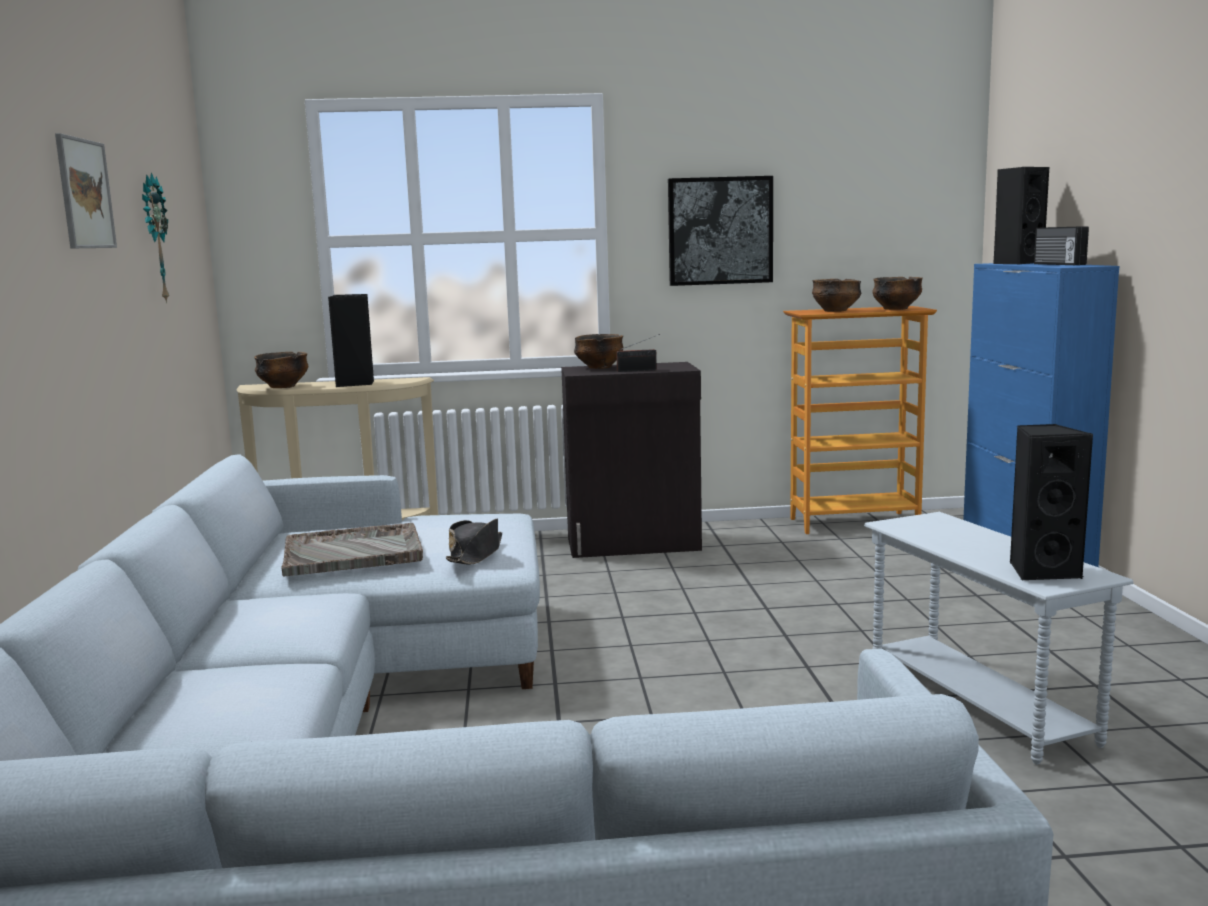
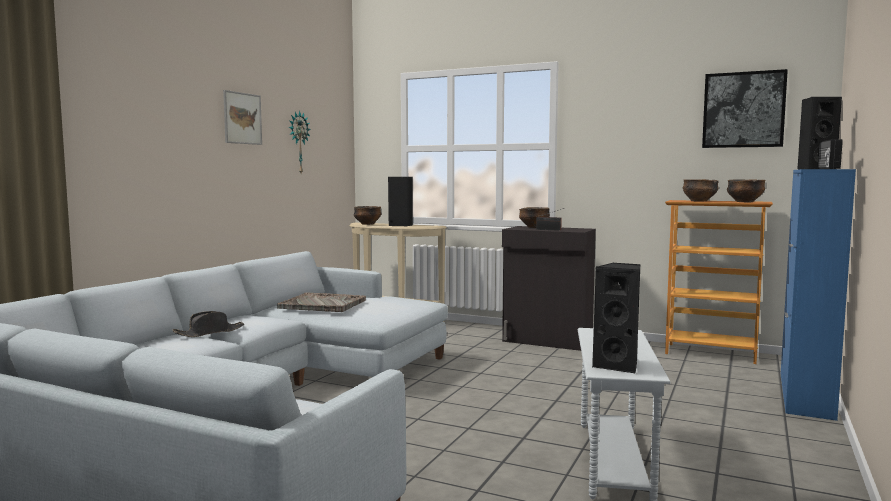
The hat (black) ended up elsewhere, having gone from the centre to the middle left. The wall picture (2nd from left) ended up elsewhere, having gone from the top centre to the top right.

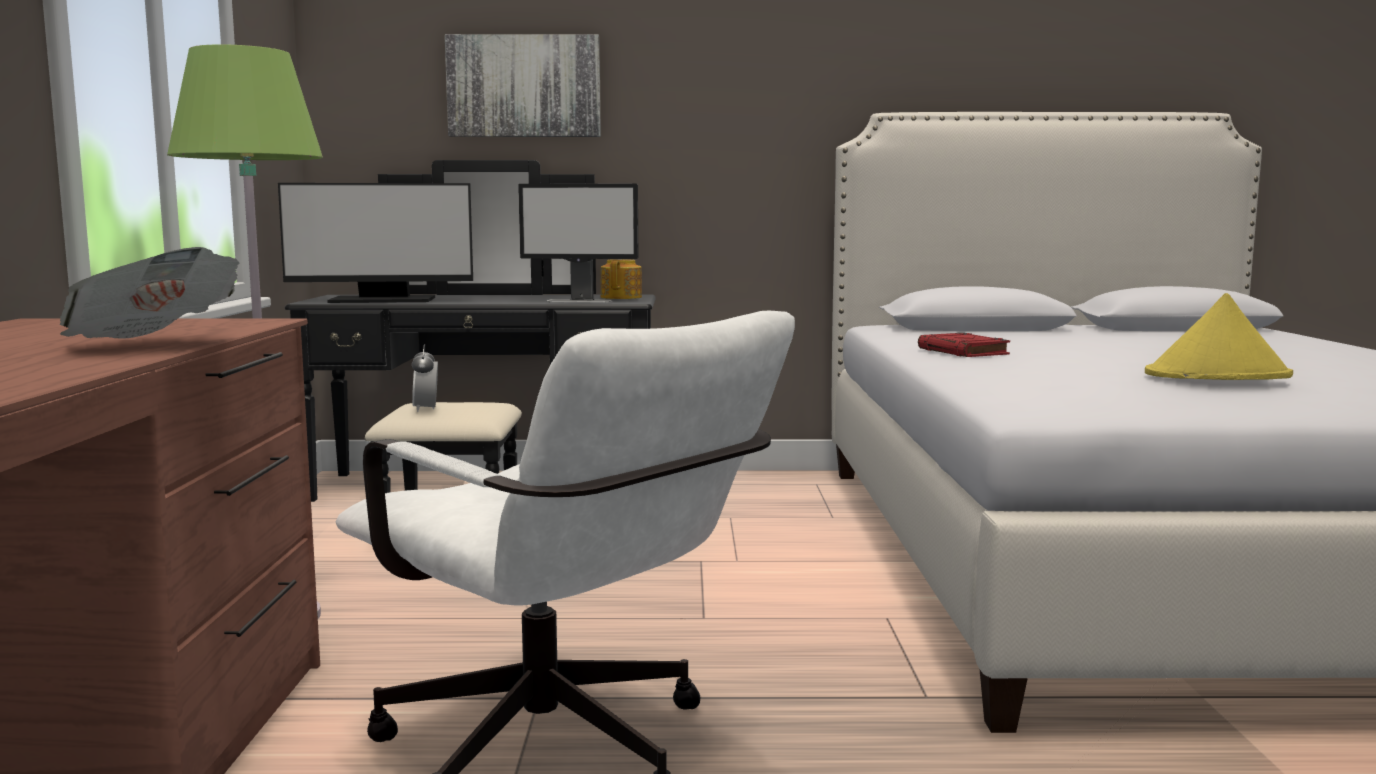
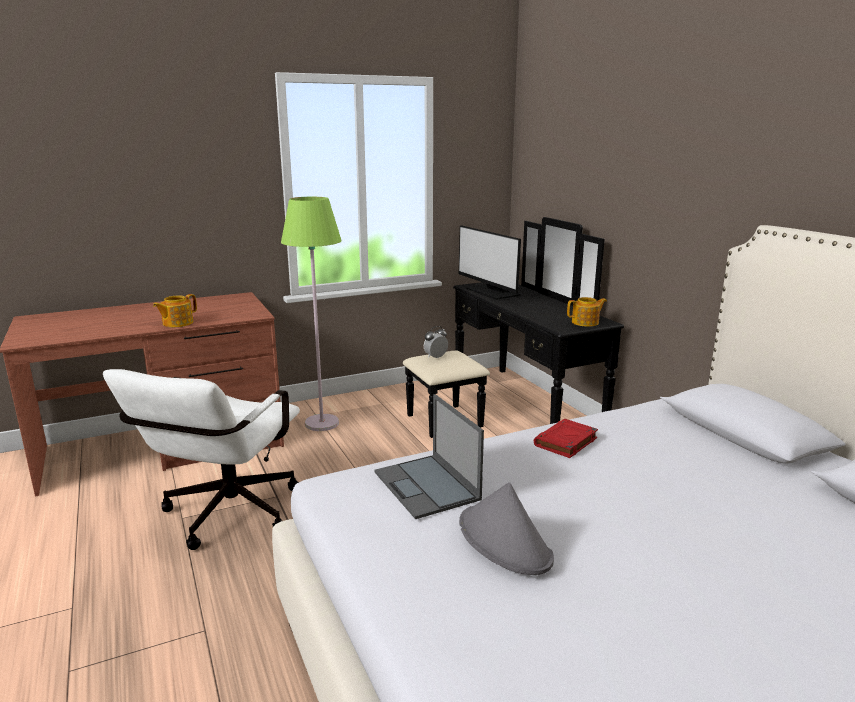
Where the newspaper stood at the middle left, the tea pot (1st from left) came to stand at the middle left. The second view gained the laptop at the centre. What was the hat (yellow-coloured) at the middle right turned into the hat (greyish) at the bottom centre. The second view lost the wall picture at the top centre. The second view lost the computer screen (2nd from left) at the top centre.

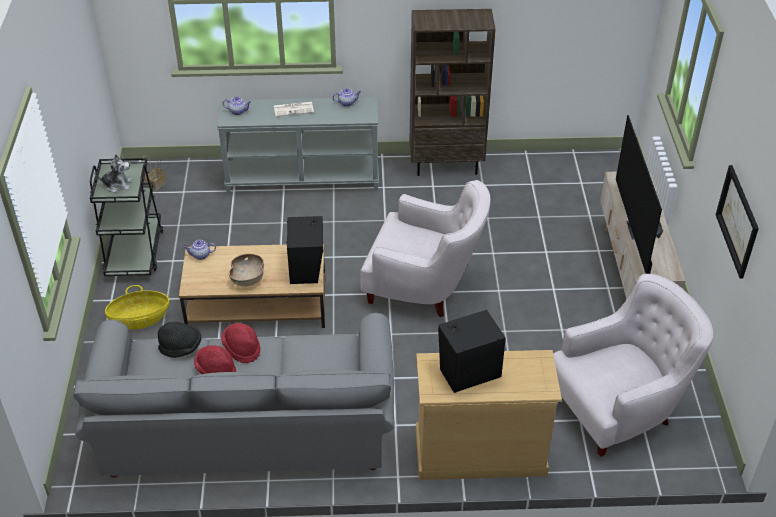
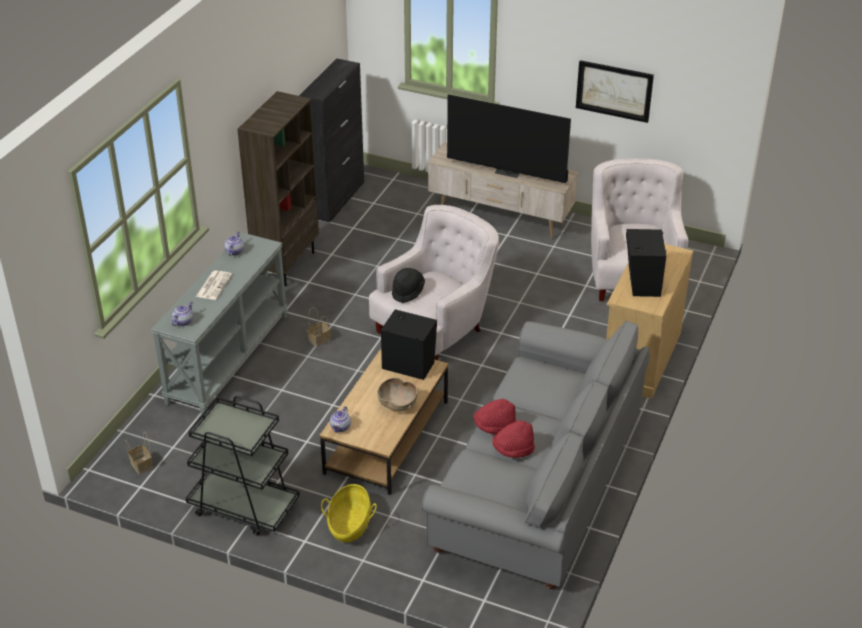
The second view gained the cupboard (black) at the top centre. The second view gained the household basket (2nd from left) at the centre. The hat (black) ended up elsewhere, having gone from the middle left to the centre. The second view lost the soft toy at the middle left.

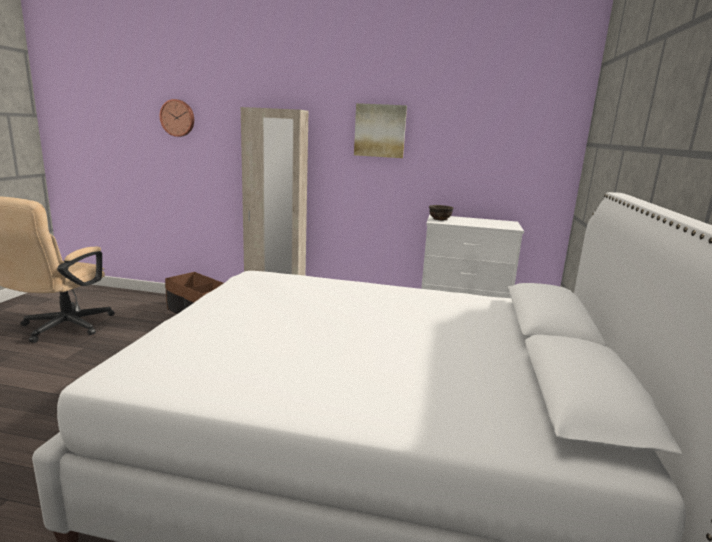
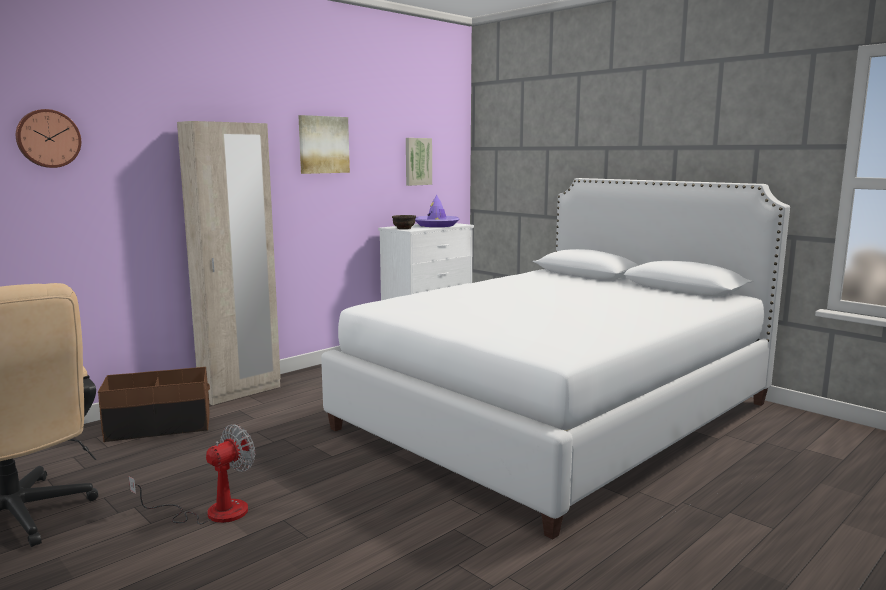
The second view gained the fan at the bottom left. The second view gained the wall picture (2nd from left) at the top centre. The second view gained the hat (purple-coloured) at the centre.

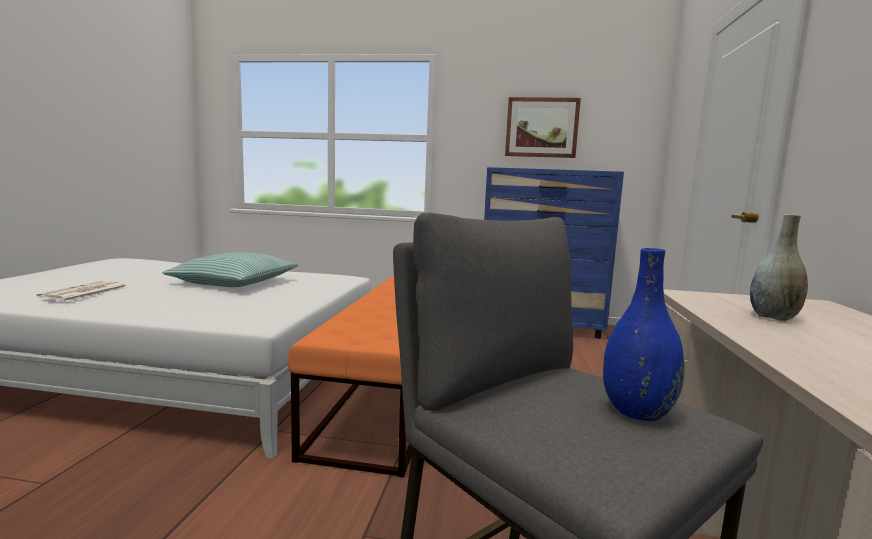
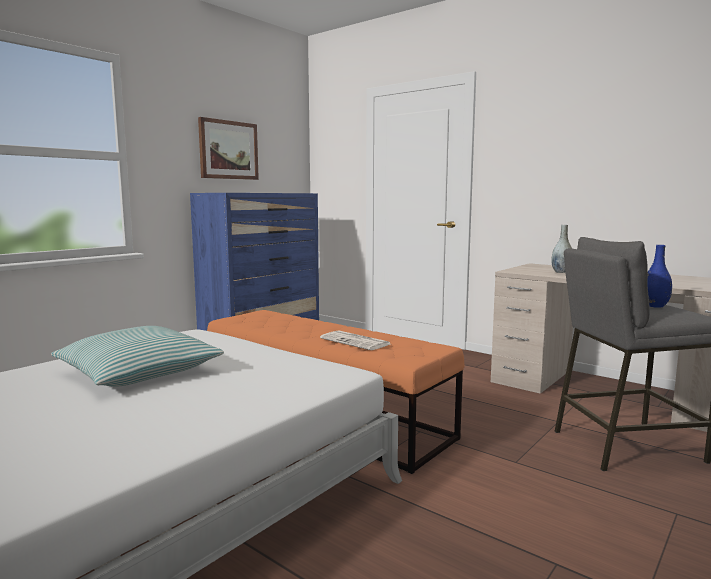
The newspaper ended up elsewhere, having gone from the middle left to the centre.

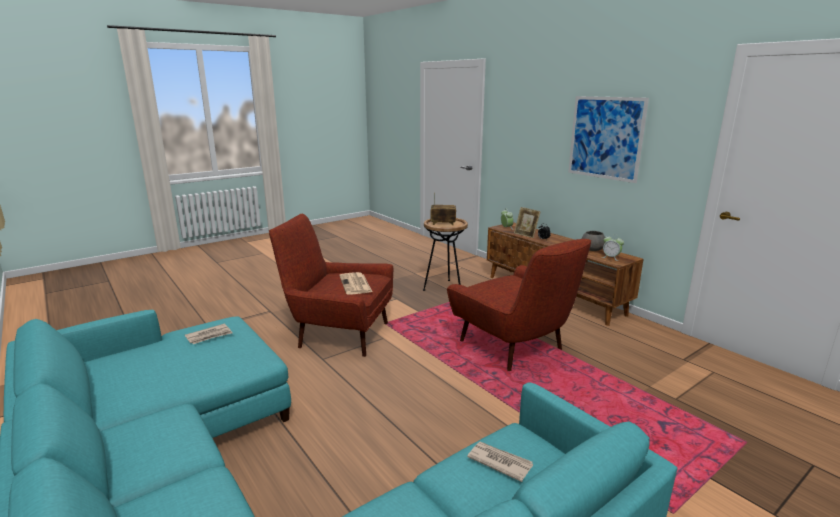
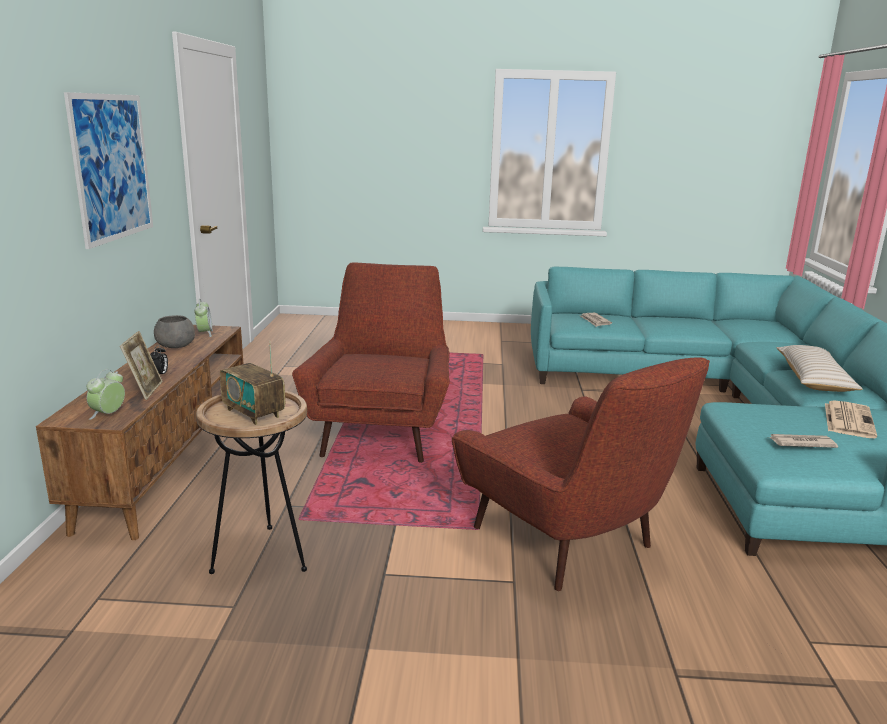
The second view gained the throw pillow (beige) at the middle right. The newspaper (2nd from left in the first image) ended up elsewhere, having gone from the centre to the middle right.

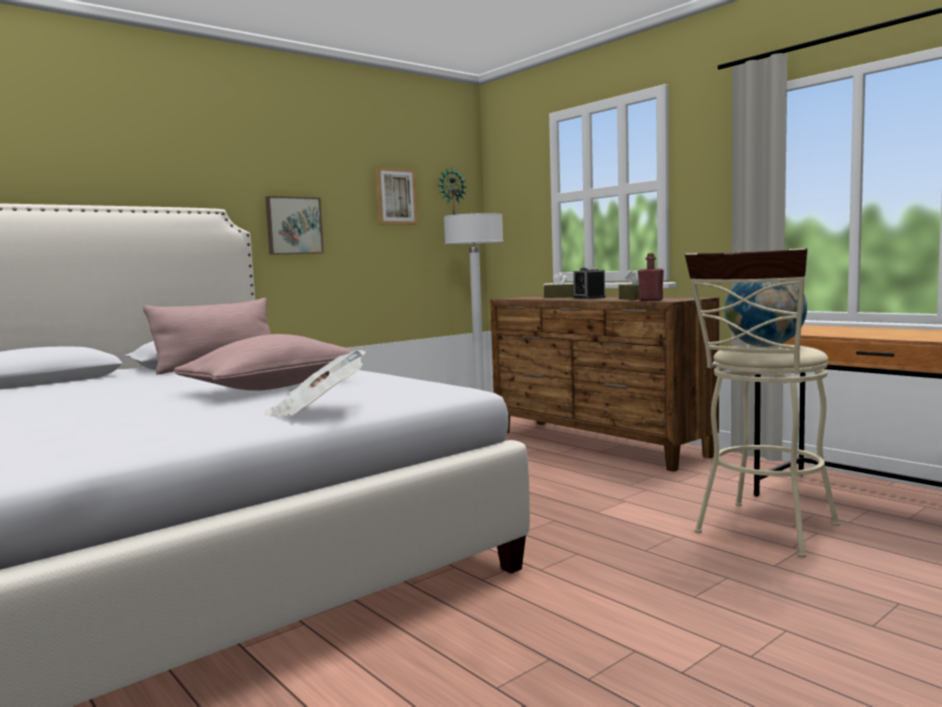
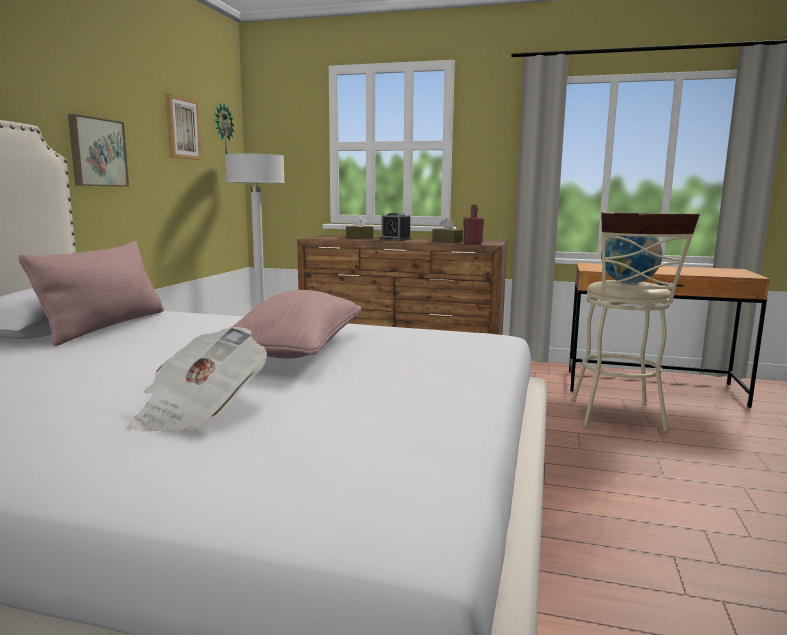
The newspaper ended up elsewhere, having gone from the centre to the middle left.

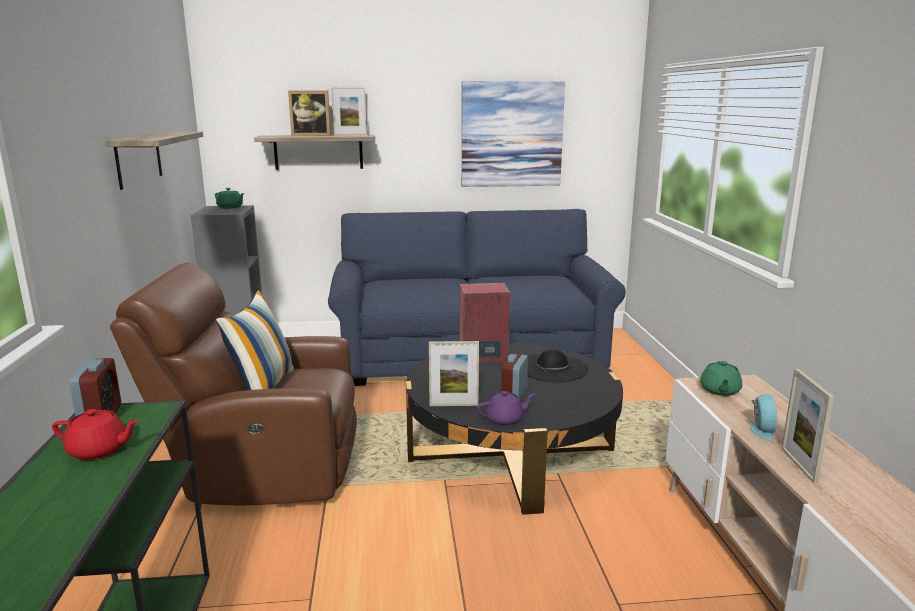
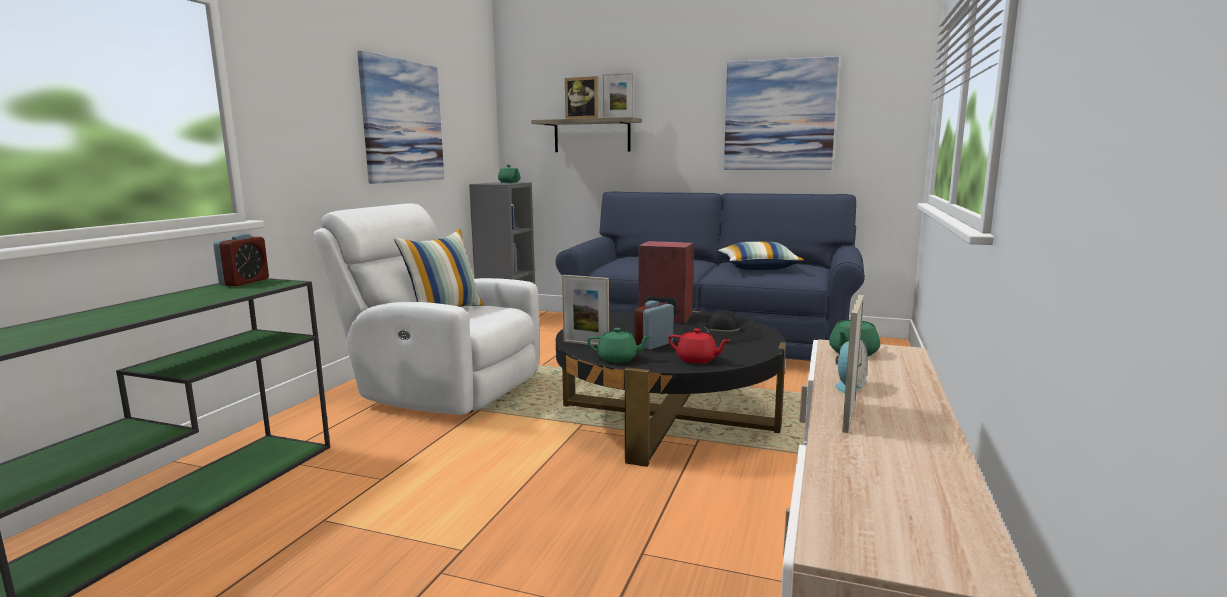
What was the armchair (brown-coloured) at the middle left turned into the armchair (white) at the centre. Where the wall shelf (1st from left) hung at the top left, the wall picture (1st from left) came to hang at the top left. What was the tea pot (purple-coloured) at the bottom centre turned into the tea pot (green) (2nd from left) at the centre. The tea pot (reddish) ended up elsewhere, having gone from the bottom left to the centre. The second view gained the throw pillow (2nd from left) at the centre.

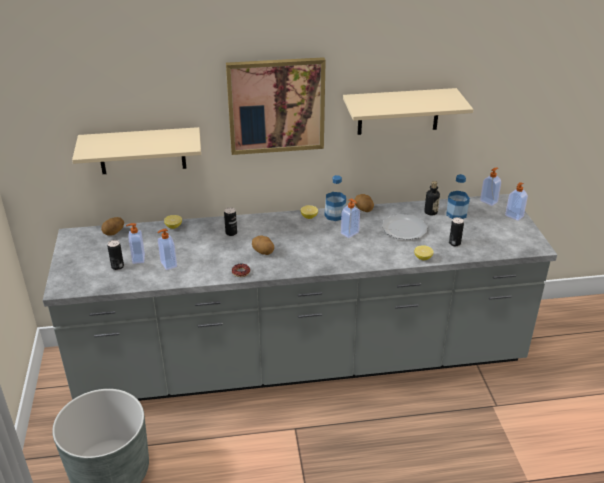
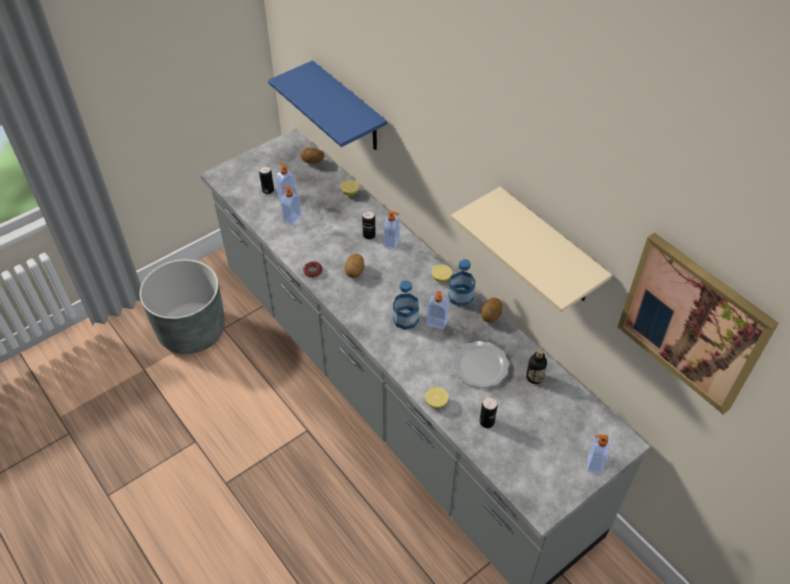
What was the wall shelf (beige) (1st from left) at the top left turned into the wall shelf (bluish) at the top centre. The liquid soap bottle (4th from left in the first image) ended up elsewhere, having gone from the middle right to the centre. The bottle (3rd from left in the first image) ended up elsewhere, having gone from the middle right to the centre. The wall picture ended up elsewhere, having gone from the top centre to the middle right.

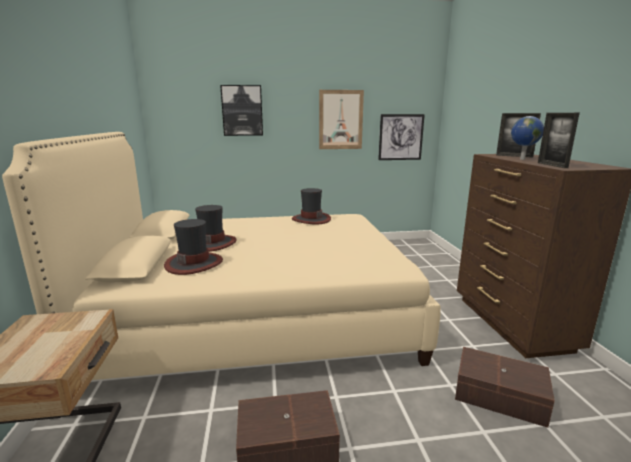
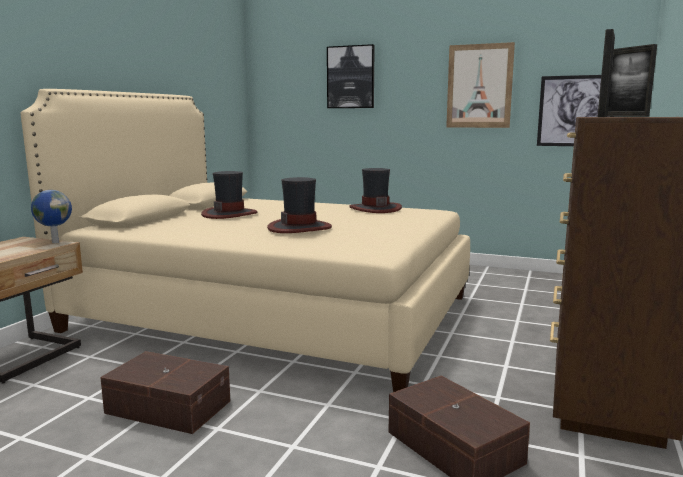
The desk globe ended up elsewhere, having gone from the top right to the middle left. The hat (1st from left in the first image) ended up elsewhere, having gone from the middle left to the centre.

